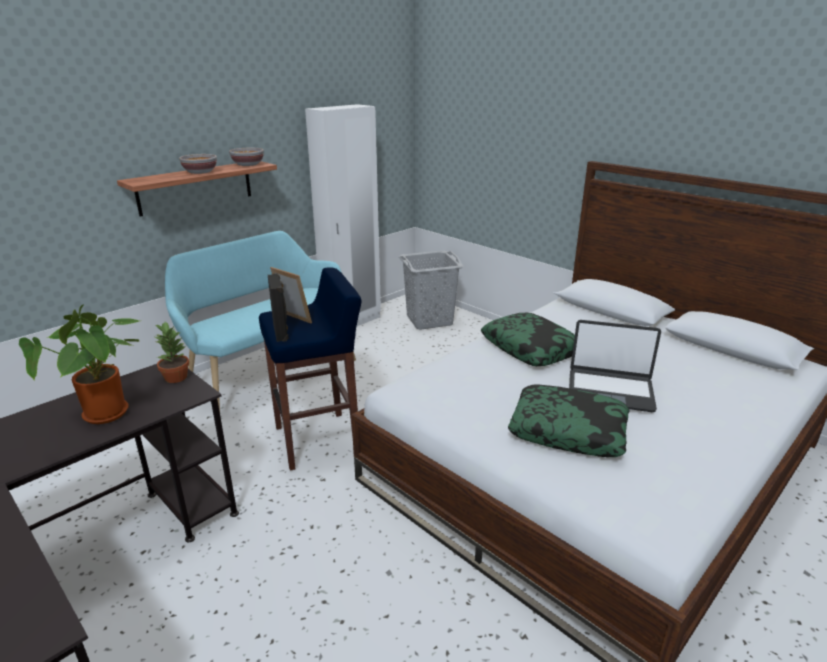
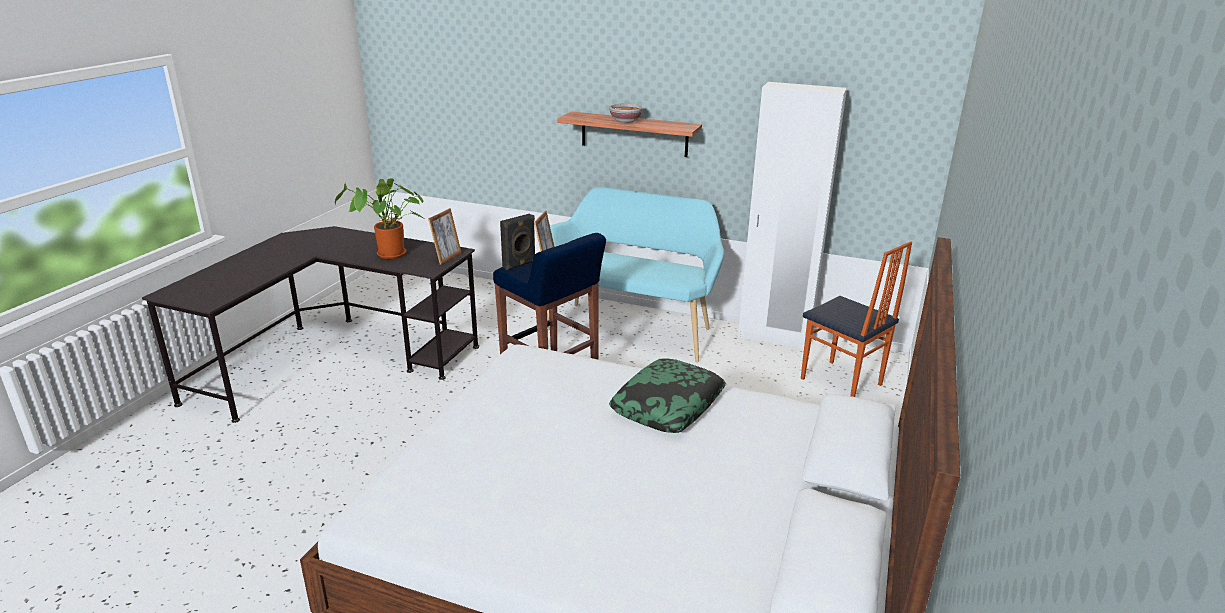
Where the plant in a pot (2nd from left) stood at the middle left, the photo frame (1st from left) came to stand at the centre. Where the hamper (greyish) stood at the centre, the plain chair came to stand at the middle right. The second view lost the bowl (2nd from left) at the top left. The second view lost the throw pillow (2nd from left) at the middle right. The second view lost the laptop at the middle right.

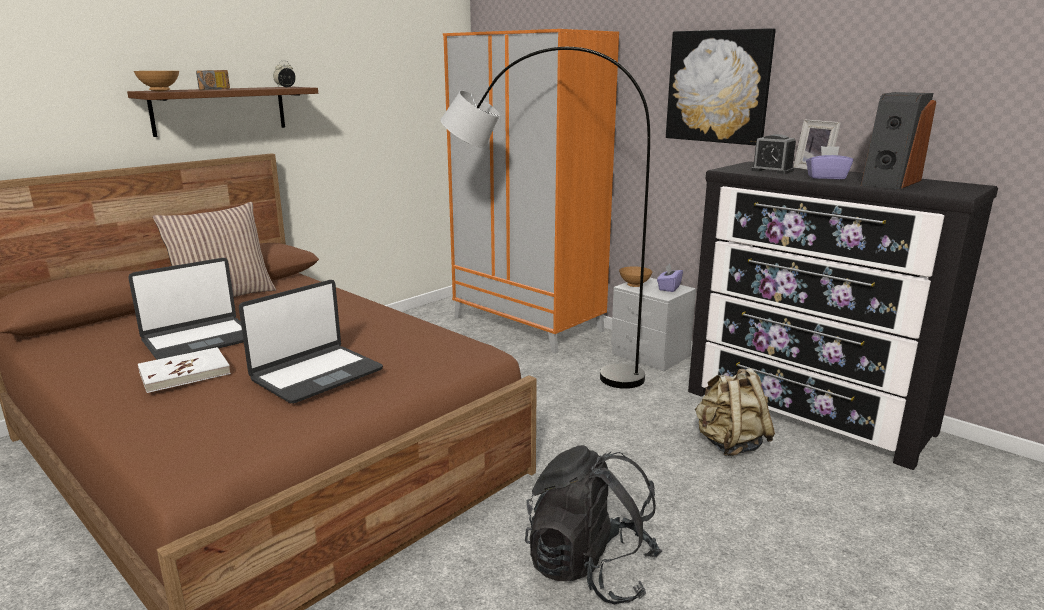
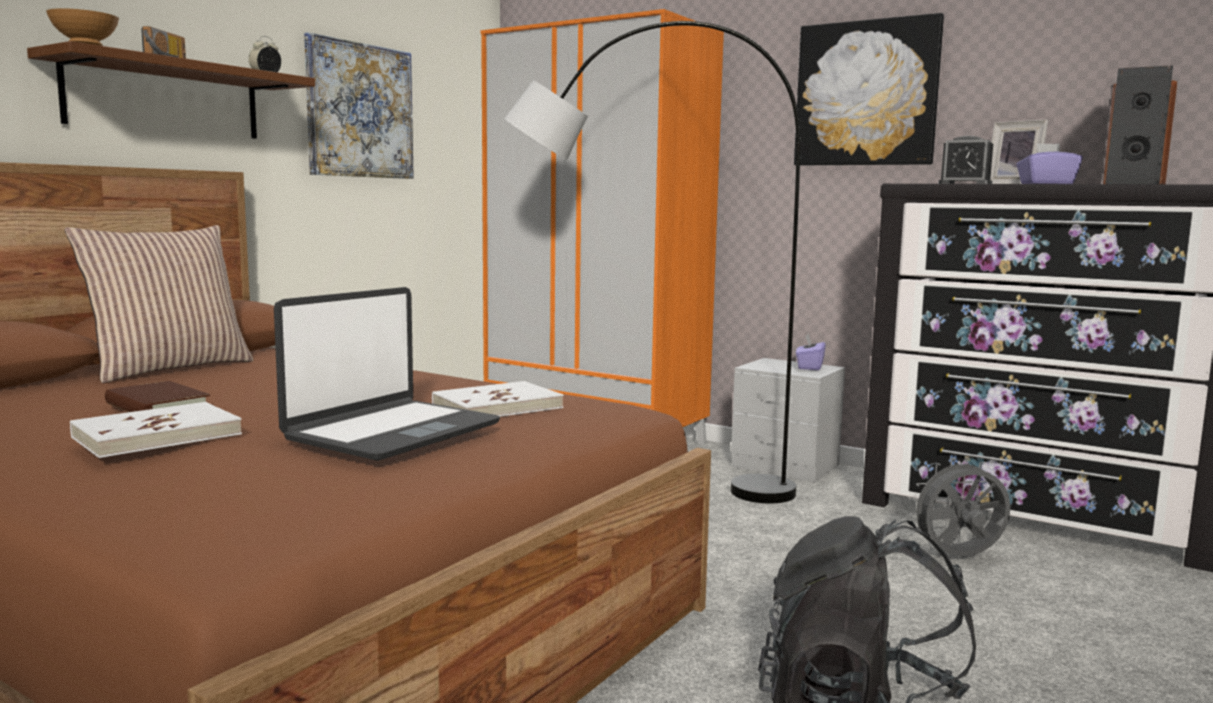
Where the laptop (1st from left) stood at the middle left, the volume (brown-coloured) came to stand at the middle left. The second view gained the wall picture (1st from left) at the top left. The second view gained the volume (white) (2nd from left) at the centre. Where the knapsack (beige) stood at the bottom right, the fan (greyish) came to stand at the bottom right. The second view lost the bowl (brown-coloured) (2nd from left) at the centre.

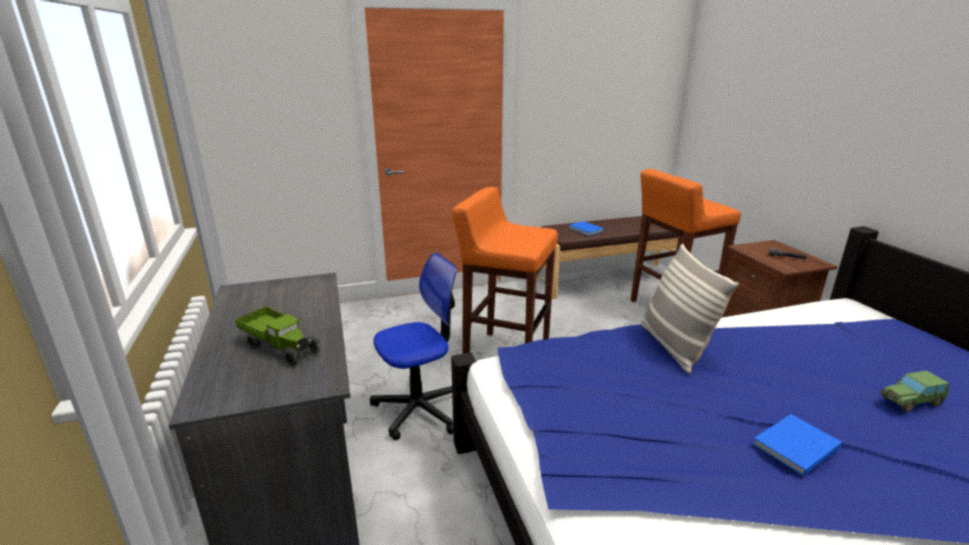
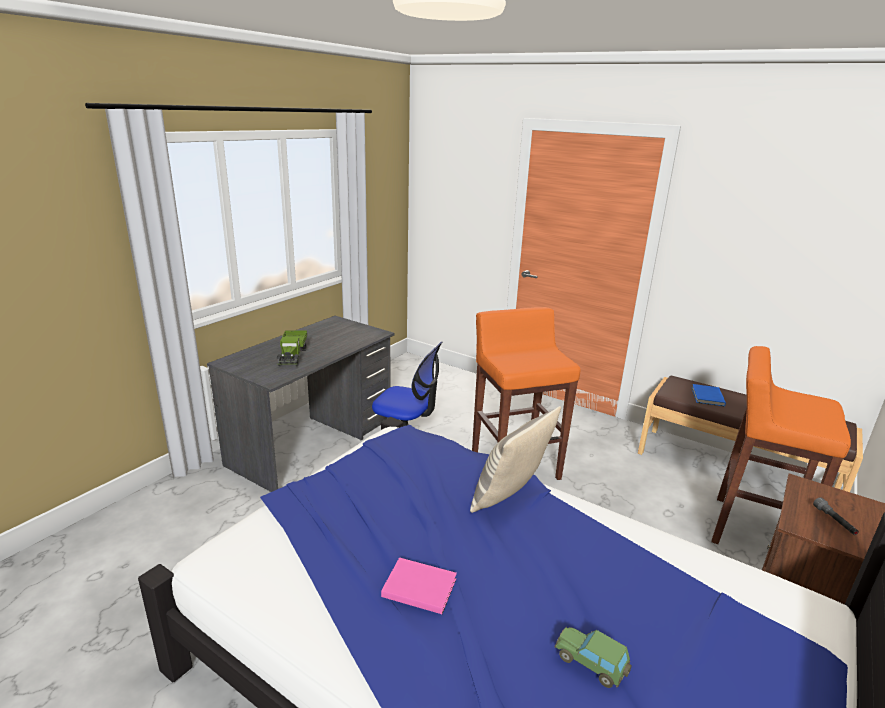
What was the volume (bluish) (2nd from left) at the bottom right turned into the volume (pinkish) at the bottom centre.

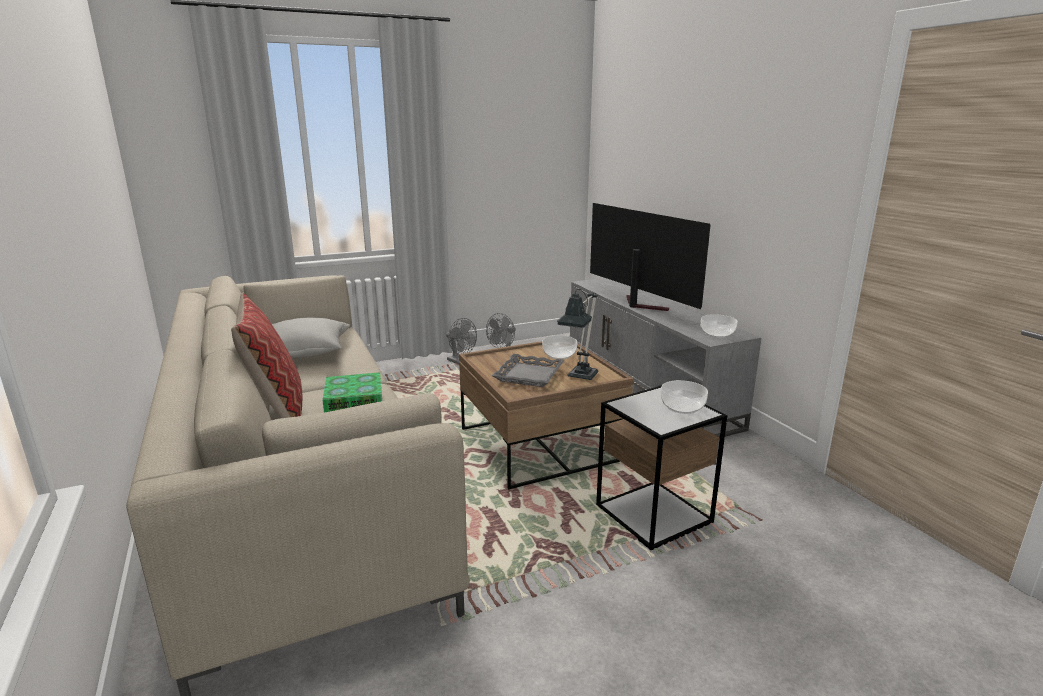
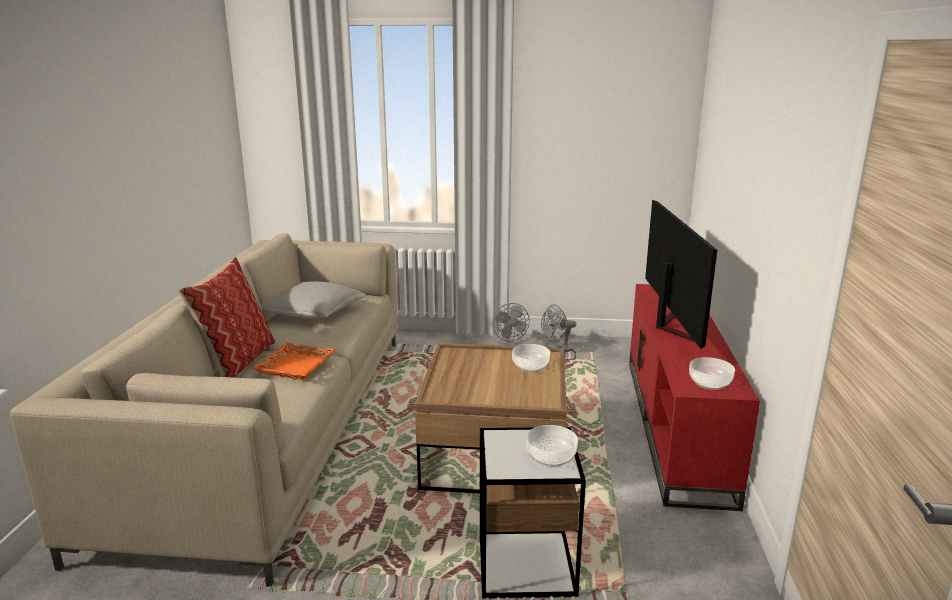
Where the volume stood at the centre, the serving tray (orange-coloured) came to stand at the middle left. What was the tv stand (greyish) at the centre turned into the tv stand (reddish) at the middle right. The second view lost the serving tray (greyish) at the centre. The second view lost the table lamp at the centre.

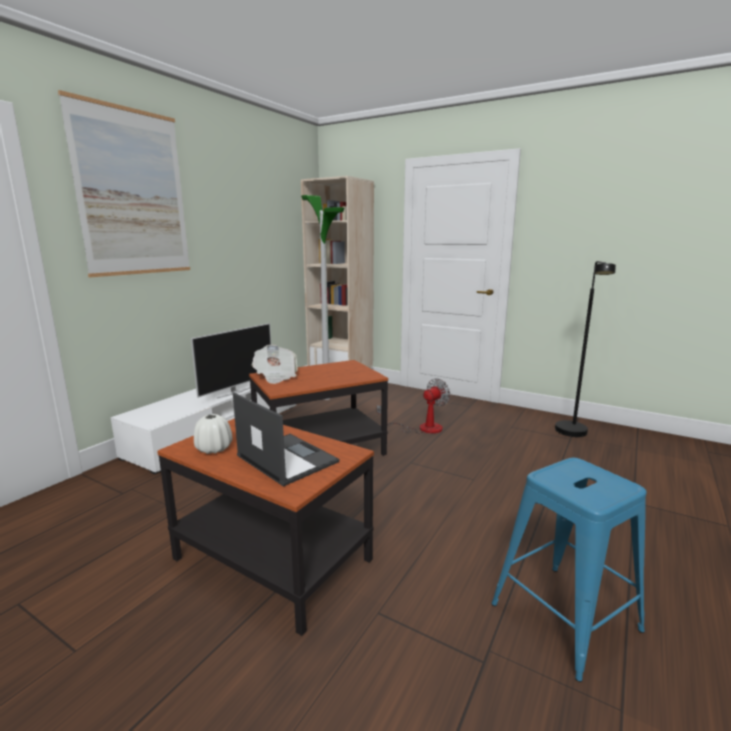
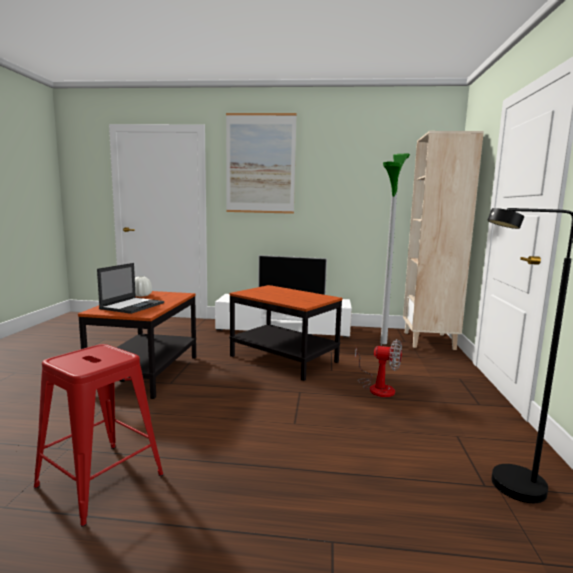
What was the stool (bluish) at the bottom right turned into the stool (reddish) at the bottom left. The second view lost the newspaper at the centre.

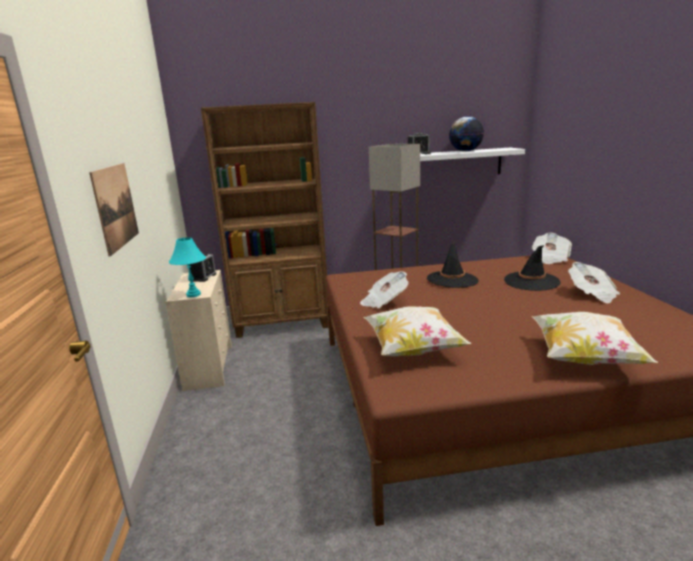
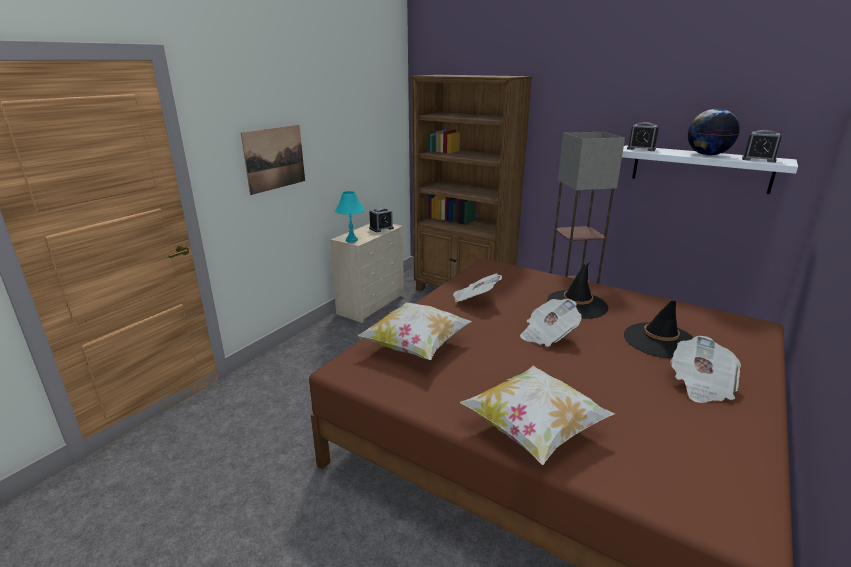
The newspaper (2nd from left) ended up elsewhere, having gone from the middle right to the centre. The second view gained the alarm clock (3rd from left) at the top right.

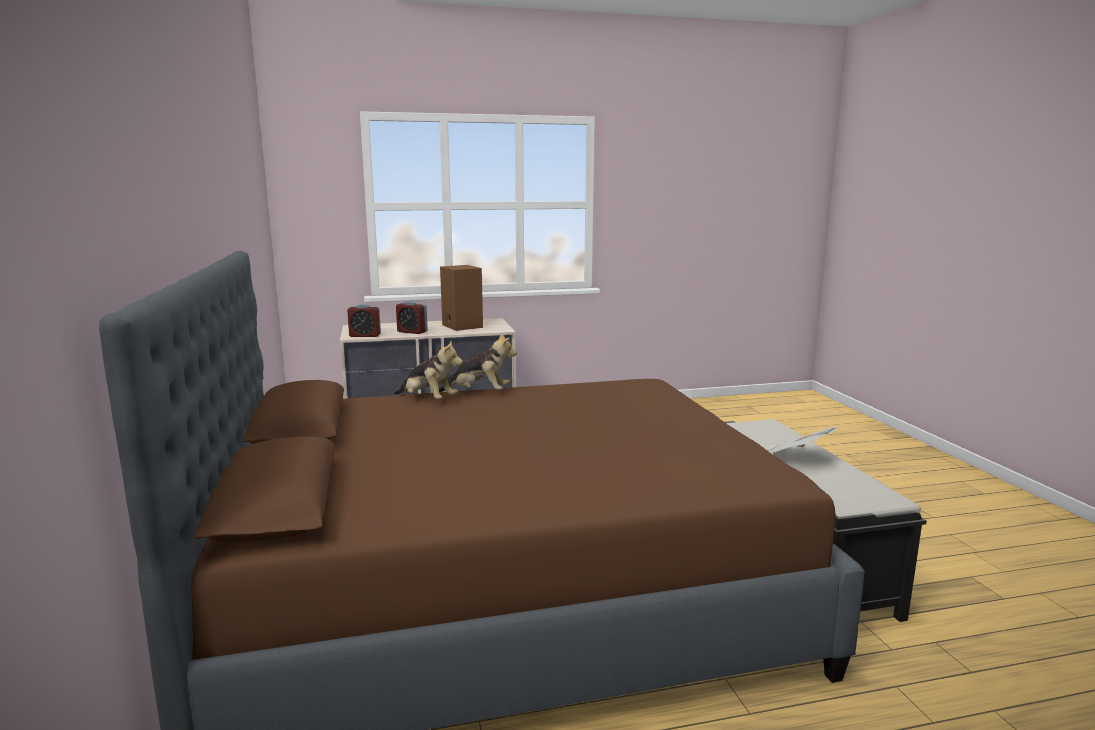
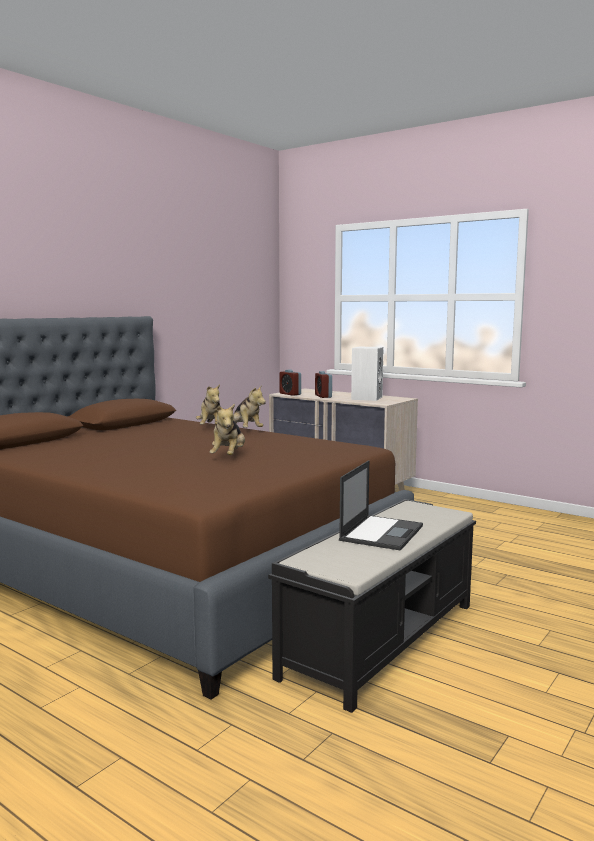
The second view gained the soft toy (2nd from left) at the centre. Where the newspaper stood at the middle right, the laptop came to stand at the centre. What was the speaker (brown-coloured) at the centre turned into the speaker (white) at the centre.

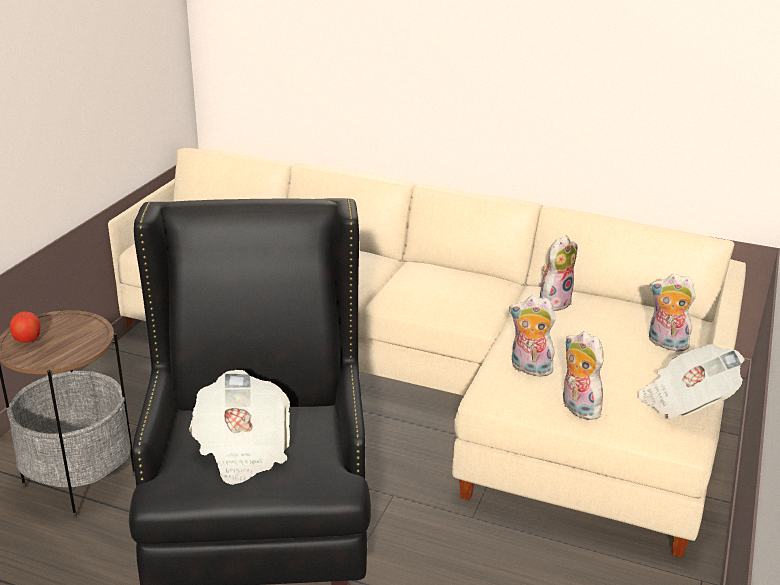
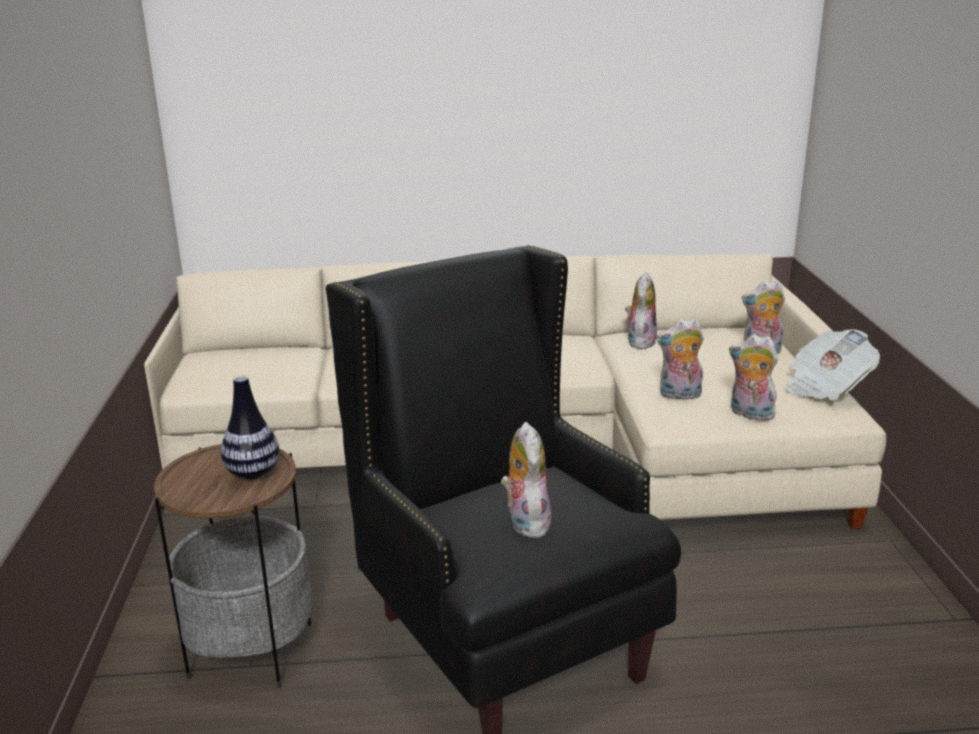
The second view gained the vase at the middle left. Where the newspaper (1st from left) stood at the bottom left, the soft toy (1st from left) came to stand at the centre. The second view lost the apple fruit at the middle left.

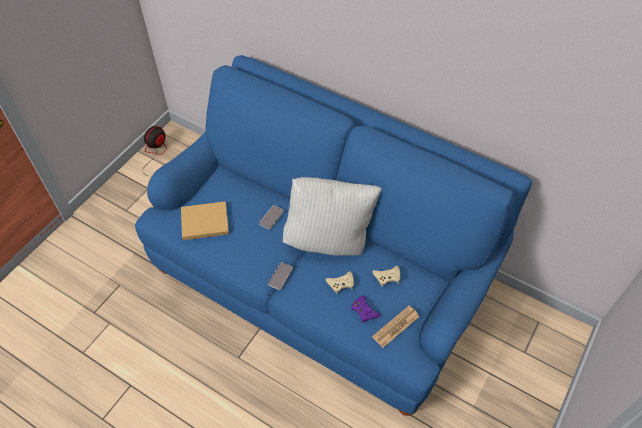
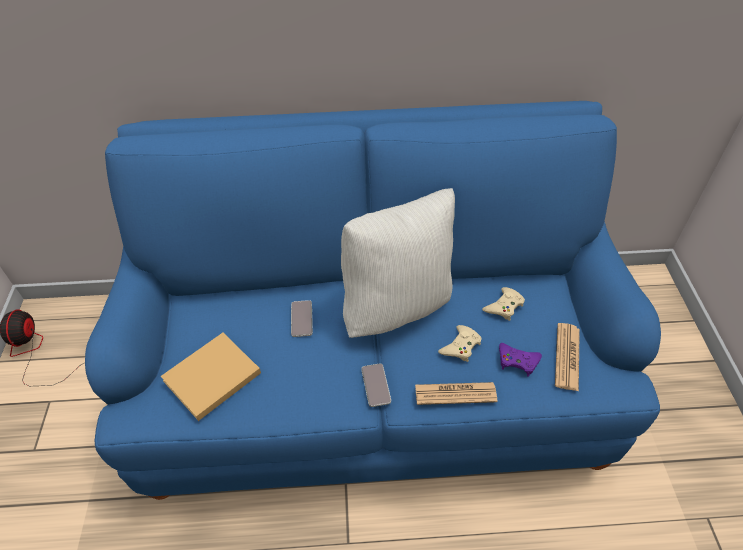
The second view gained the newspaper (1st from left) at the bottom centre.

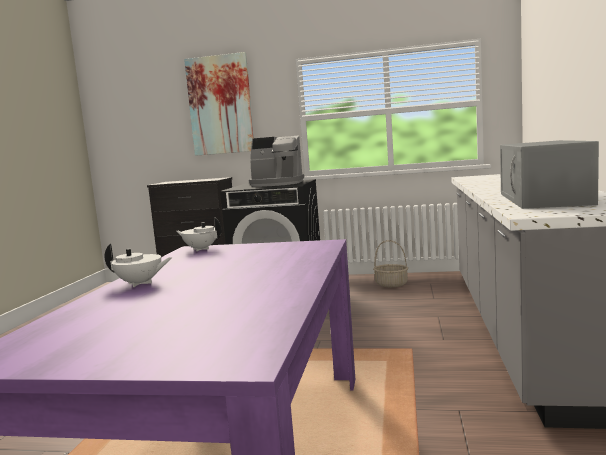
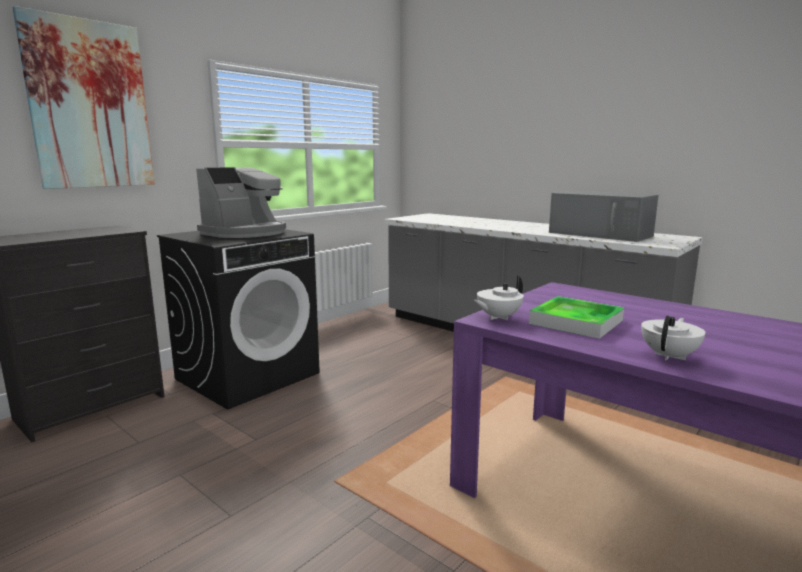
The second view gained the serving tray at the middle right. The second view lost the household basket at the centre.

